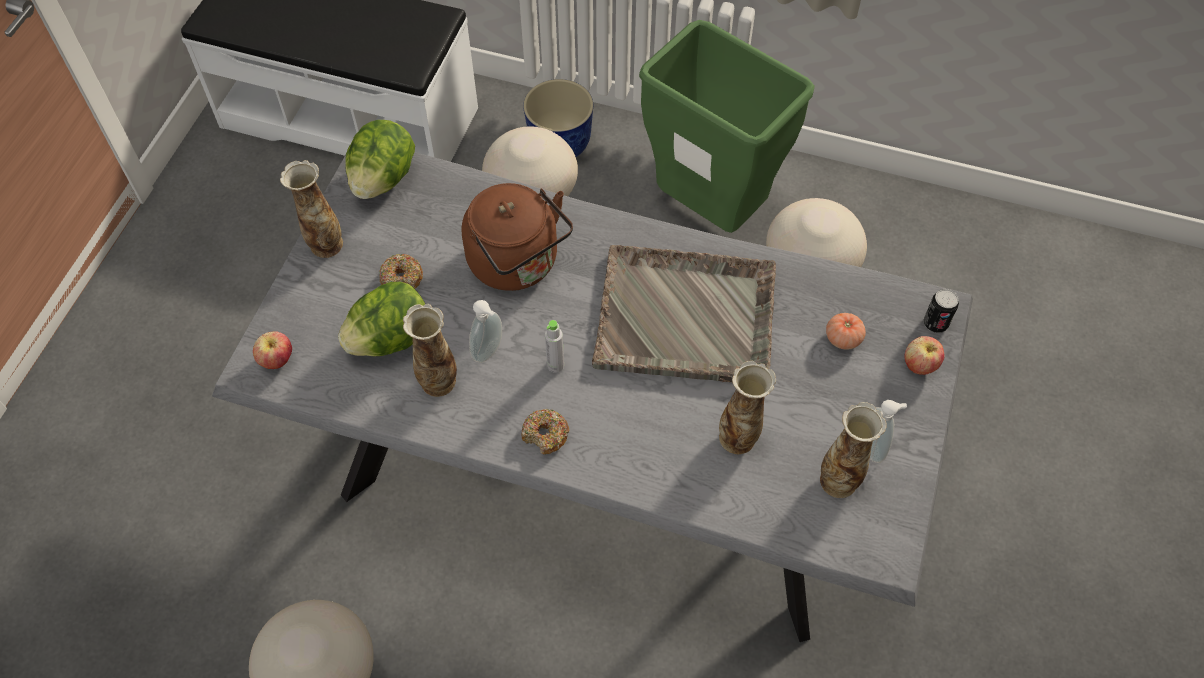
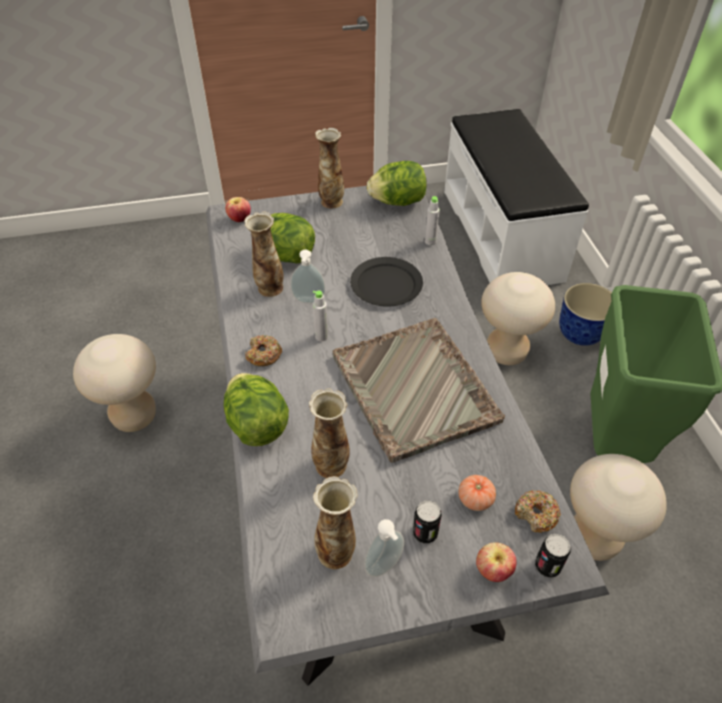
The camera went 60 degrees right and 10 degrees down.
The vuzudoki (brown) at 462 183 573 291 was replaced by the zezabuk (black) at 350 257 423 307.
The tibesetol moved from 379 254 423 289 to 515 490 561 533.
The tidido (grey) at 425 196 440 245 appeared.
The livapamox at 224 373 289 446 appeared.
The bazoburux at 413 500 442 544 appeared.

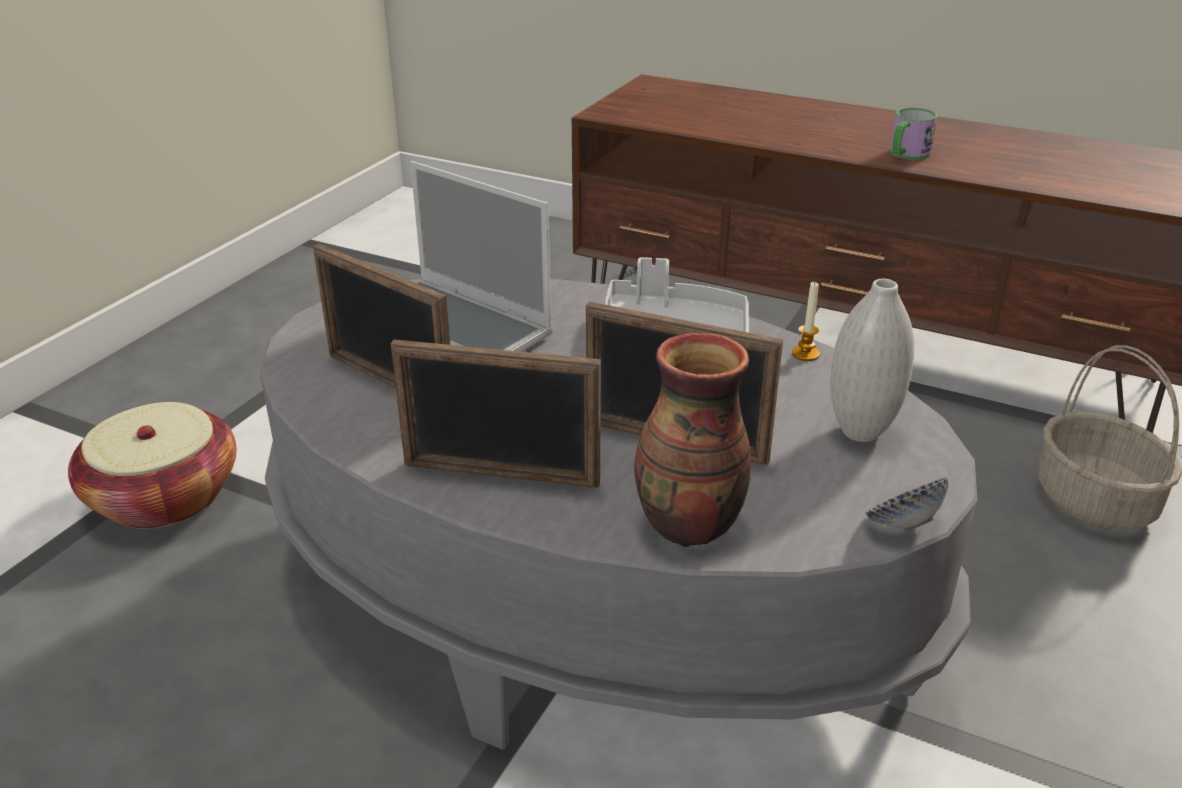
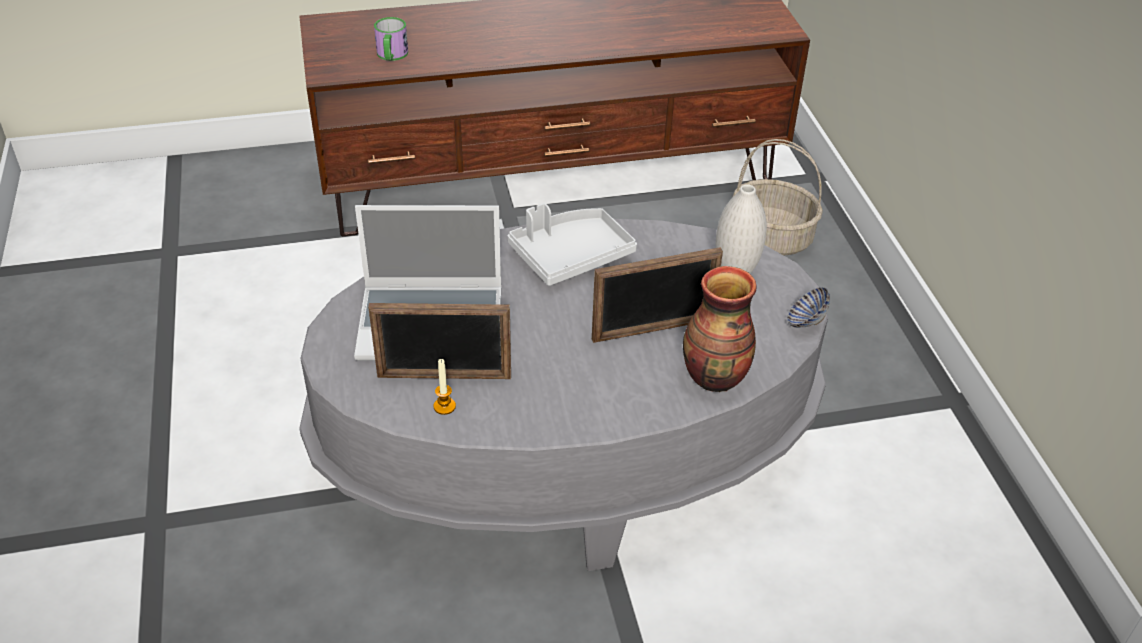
The camera went 40 degrees left and 10 degrees up.
The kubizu moved from 890 107 937 160 to 374 17 408 61.
The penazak moved from 792 282 820 361 to 433 359 456 415.
The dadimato at 391 339 601 488 disappeared.
The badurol at 68 402 236 529 disappeared.

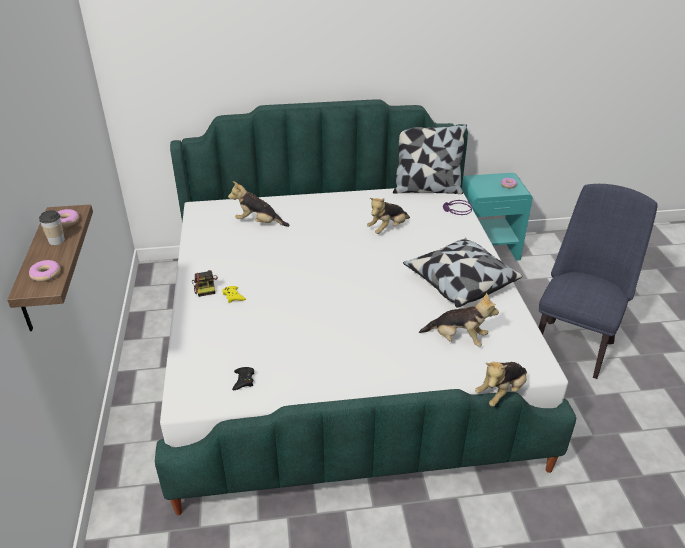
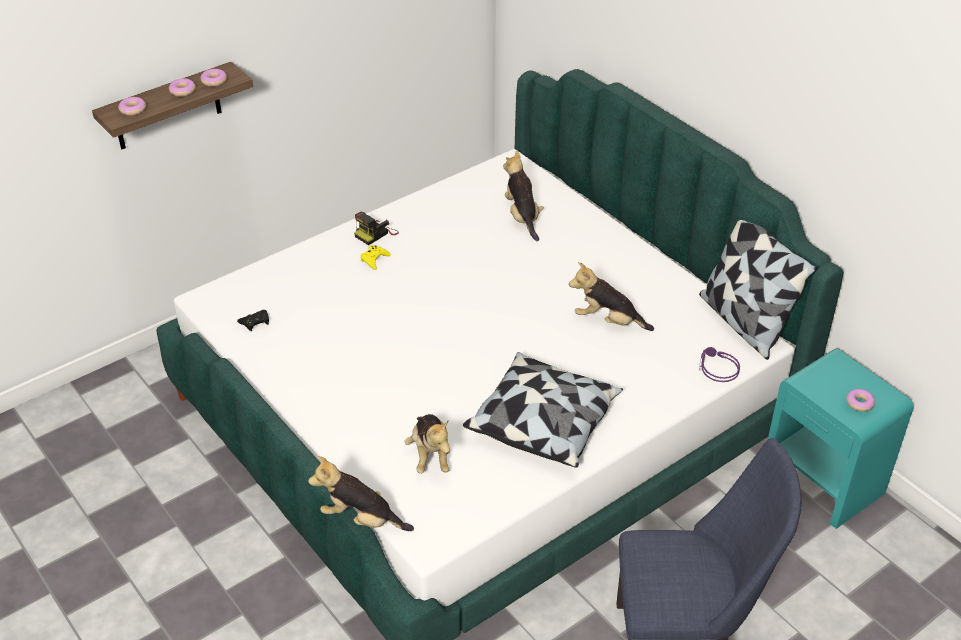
The camera went 60 degrees right and 5 degrees up.
The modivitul at 39 210 65 245 was replaced by the tibesetol at 169 78 196 97.

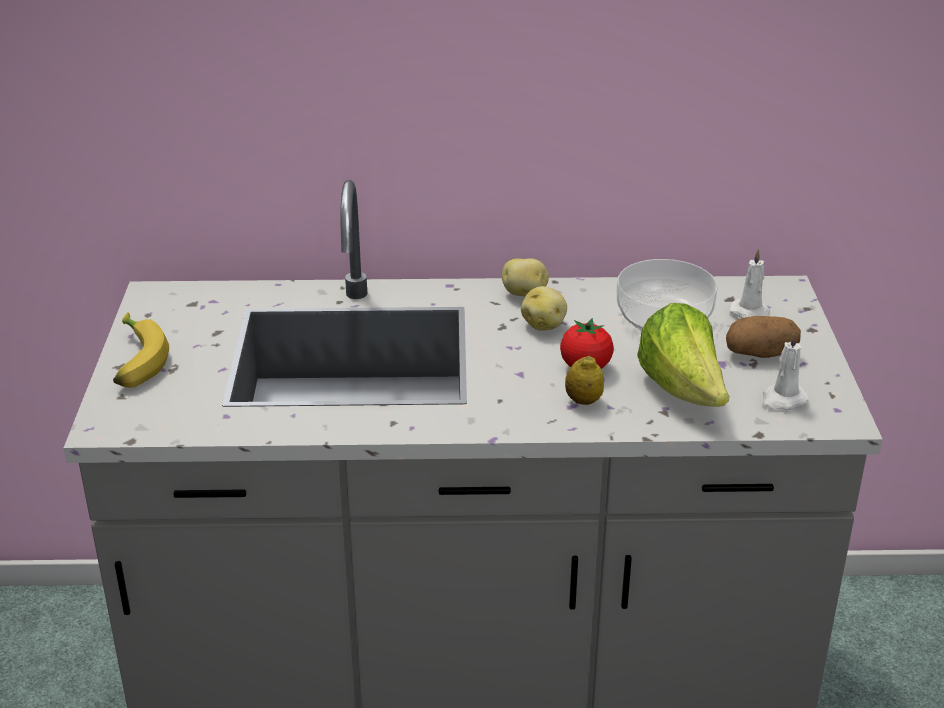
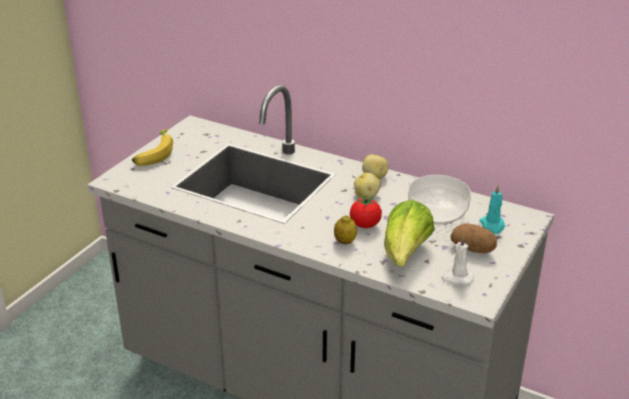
The camera went 30 degrees right and 0 degrees up.
The penazak (white) at 729 248 770 318 became the penazak (turquoise) at 480 185 505 234.

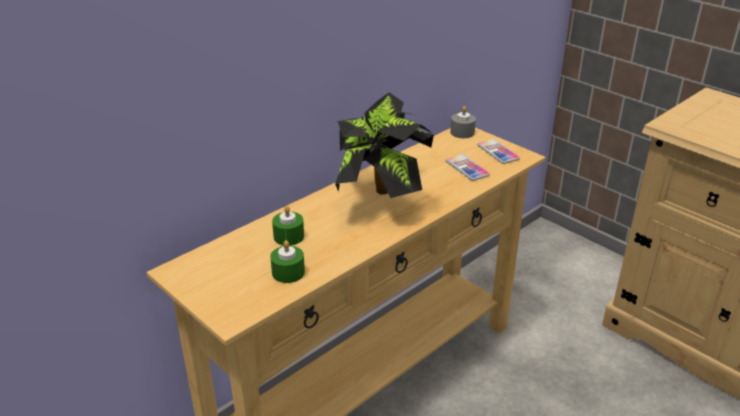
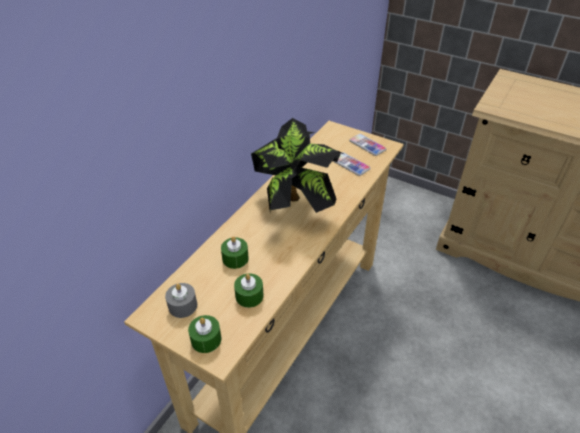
The camera went 15 degrees left and 10 degrees up.
The penazak (grey) moved from 450 106 476 138 to 165 283 197 318.
The penazak (green) at 188 315 221 353 appeared.

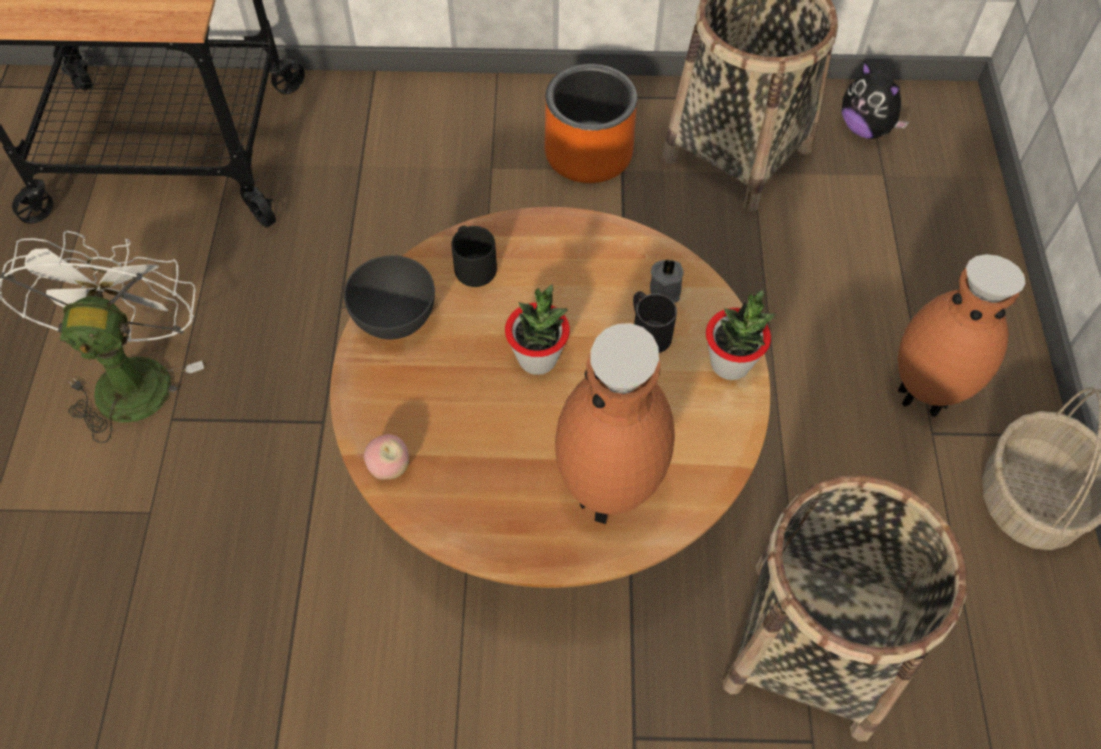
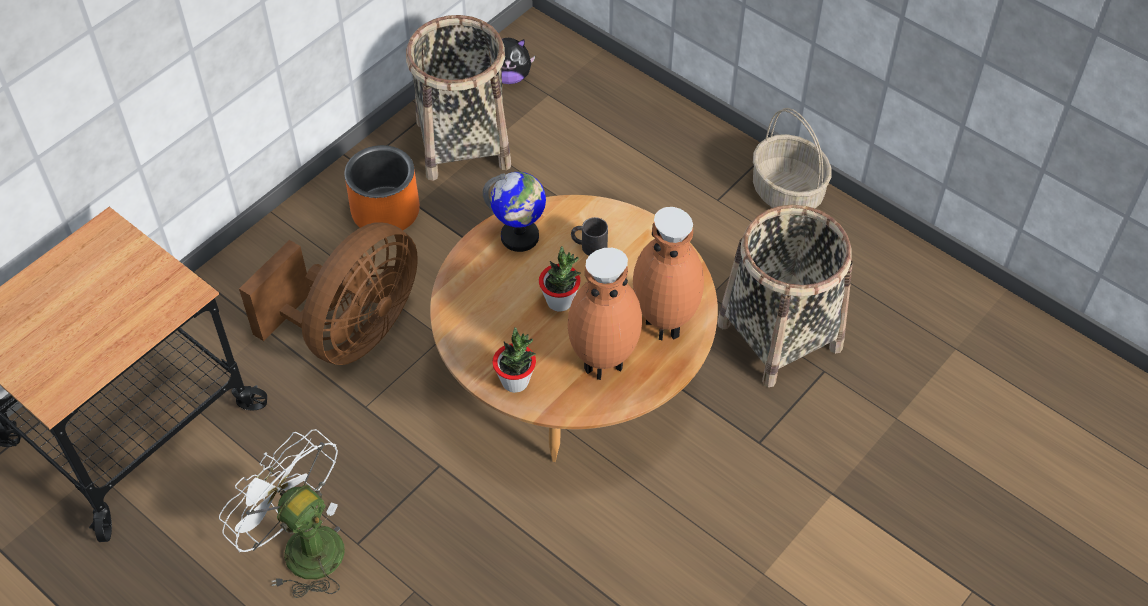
The camera went 50 degrees left and 5 degrees down.
The kubizu (black) at 452 226 497 287 disappeared.
The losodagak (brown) moved from 898 254 1026 417 to 568 248 642 380.
The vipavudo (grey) at 344 255 435 339 disappeared.
The penazak (grey) at 650 259 683 303 disappeared.
The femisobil moved from 706 290 777 380 to 492 327 536 393.
The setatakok at 364 434 409 480 disappeared.
The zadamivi at 483 172 546 252 appeared.
The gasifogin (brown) at 239 223 418 365 appeared.

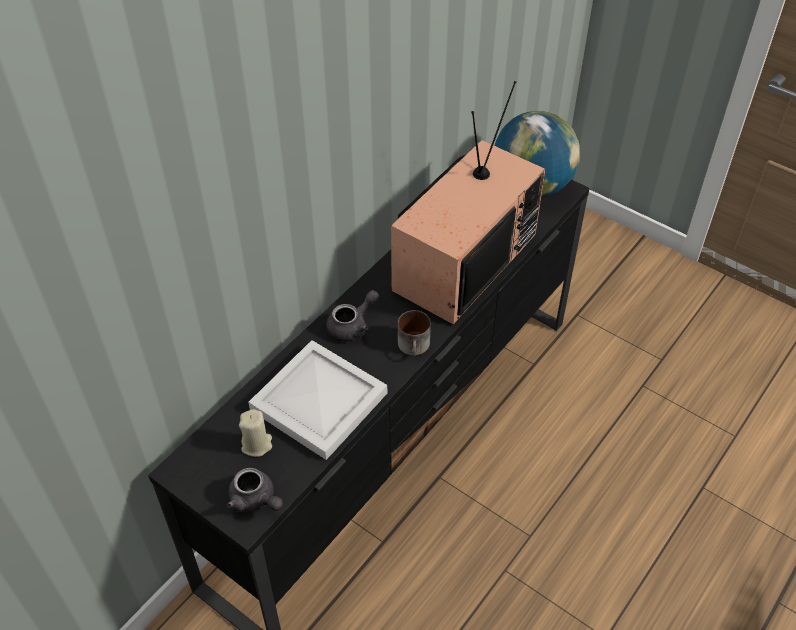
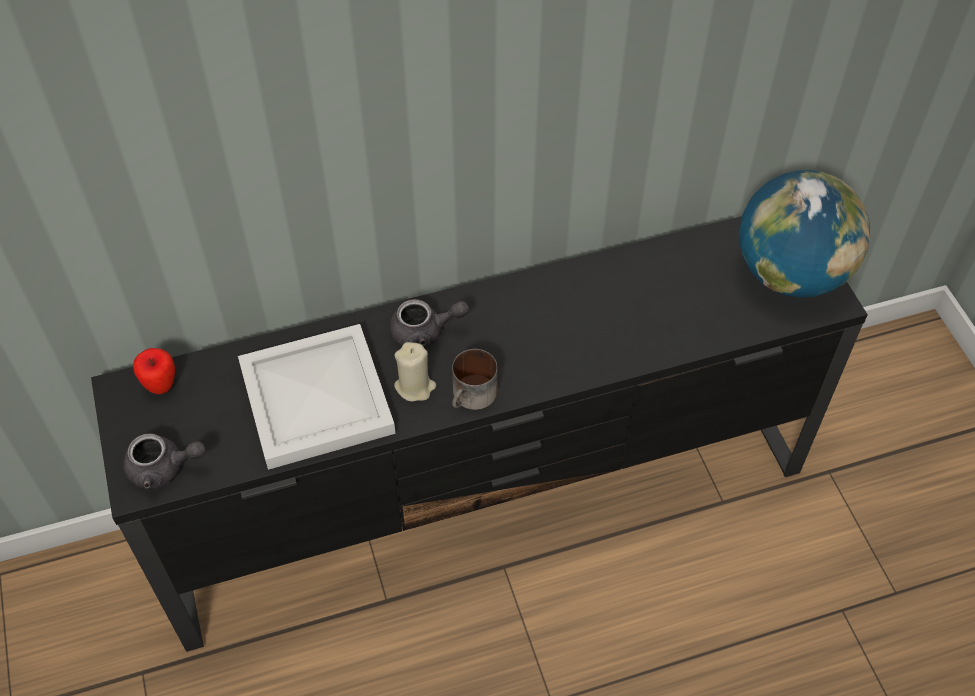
The camera went 35 degrees right and 5 degrees up.
The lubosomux at 391 81 545 325 disappeared.
The penazak (beige) moved from 239 409 272 457 to 394 342 436 401.
The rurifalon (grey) at 227 468 283 512 turned 75 degrees counterclockwise.
The setatakok at 133 348 175 394 appeared.

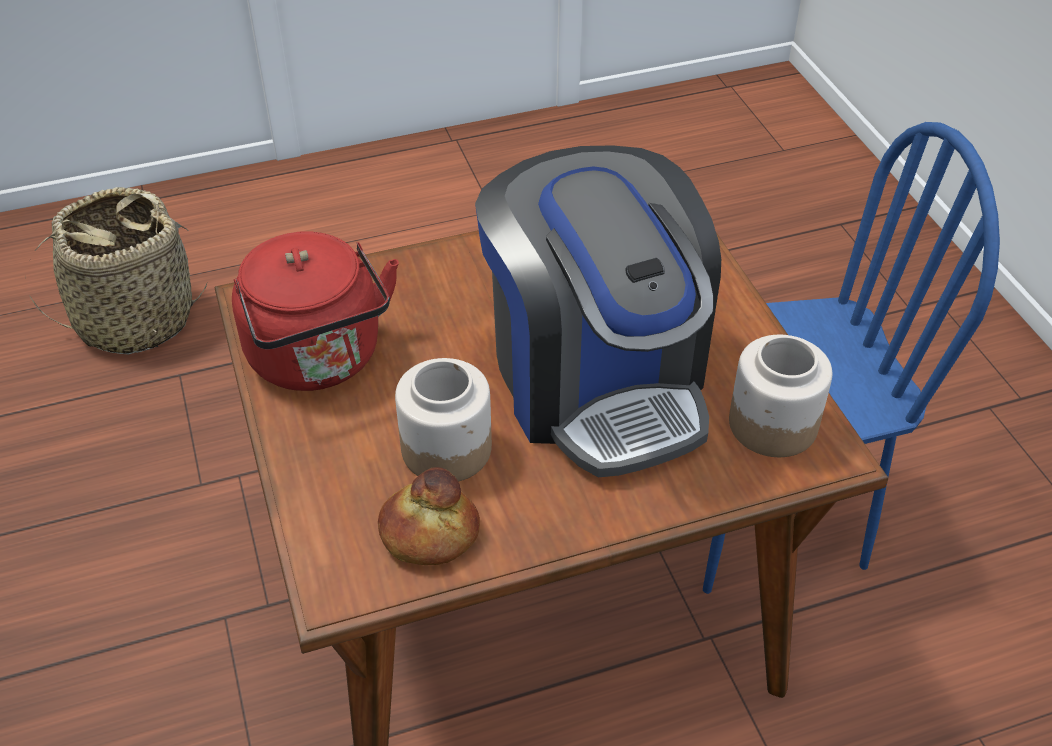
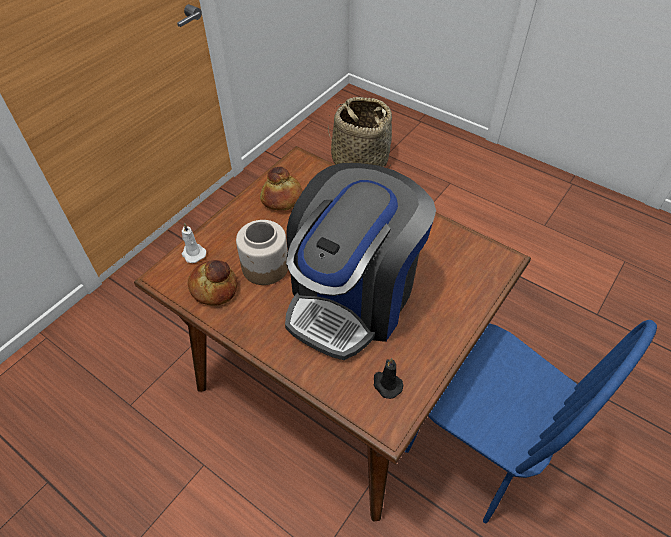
The camera went 55 degrees right and 5 degrees up.
The vuzudoki (red) at 232 231 399 391 was replaced by the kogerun at 260 167 303 210.
The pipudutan at 729 335 832 457 was replaced by the penazak (black) at 374 358 403 399.
The penazak (white) at 181 223 206 263 appeared.

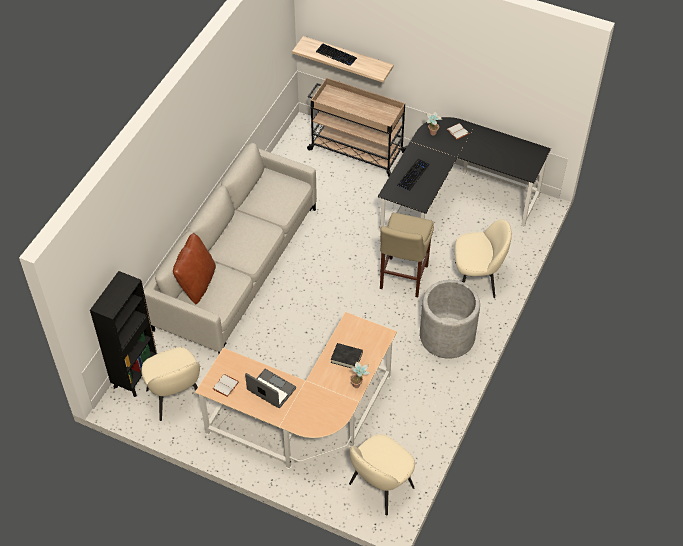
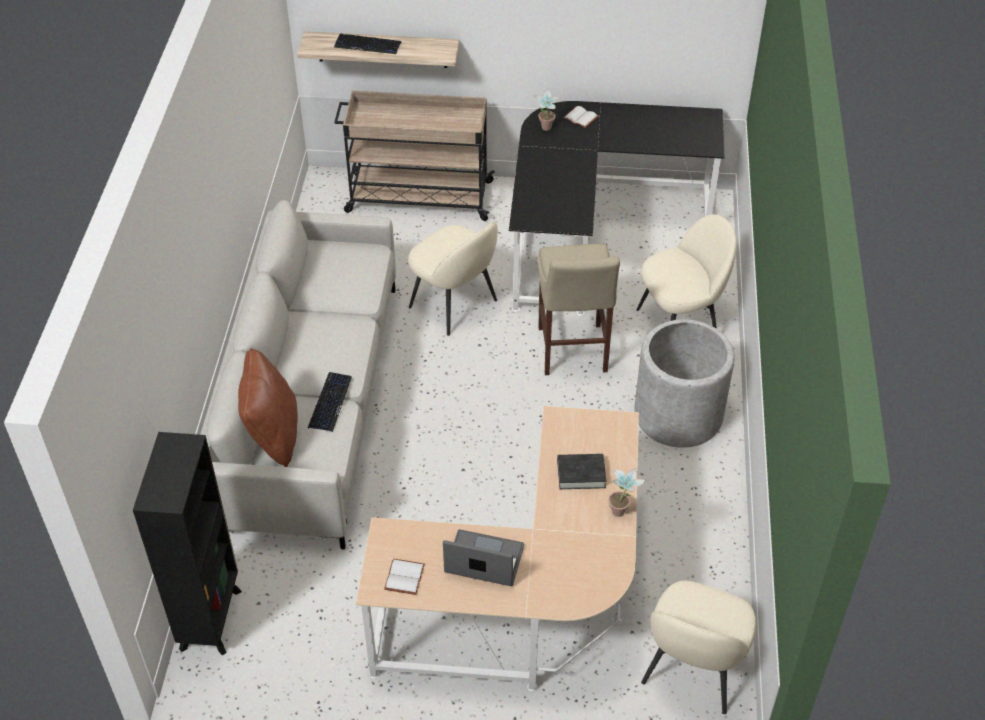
The camera went 20 degrees left and 5 degrees down.
The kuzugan moved from 397 159 430 191 to 308 372 352 432.
The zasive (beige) moved from 141 347 200 421 to 408 222 498 336.

